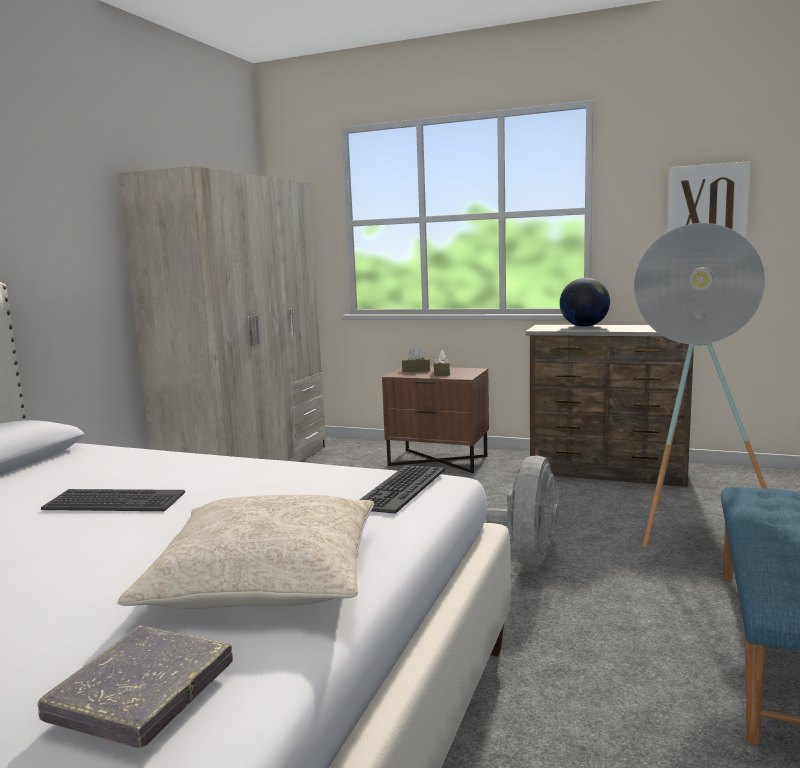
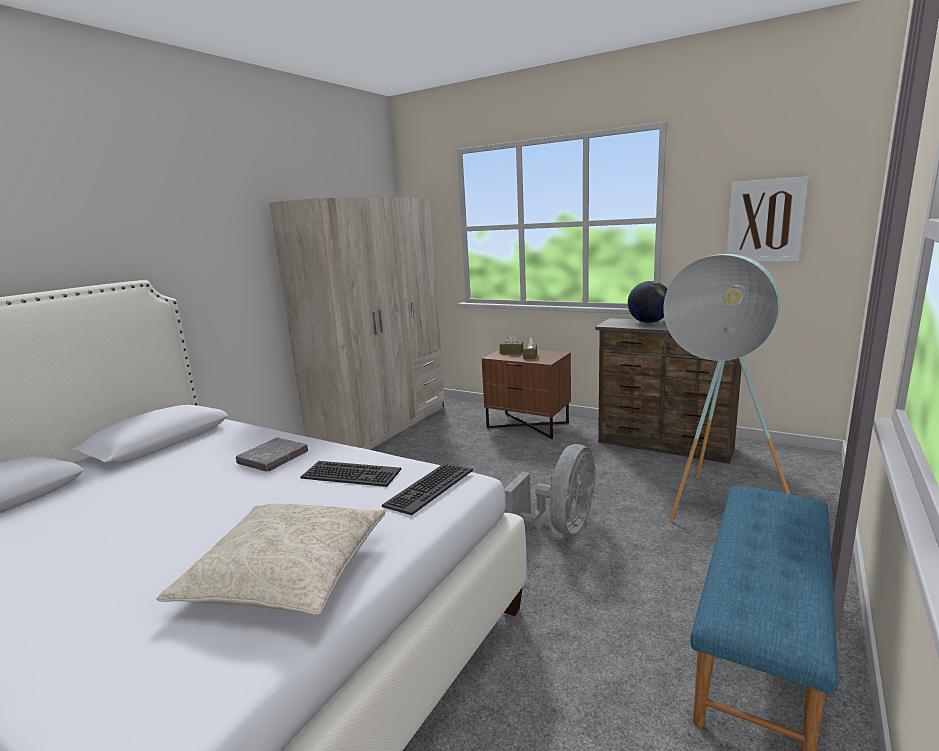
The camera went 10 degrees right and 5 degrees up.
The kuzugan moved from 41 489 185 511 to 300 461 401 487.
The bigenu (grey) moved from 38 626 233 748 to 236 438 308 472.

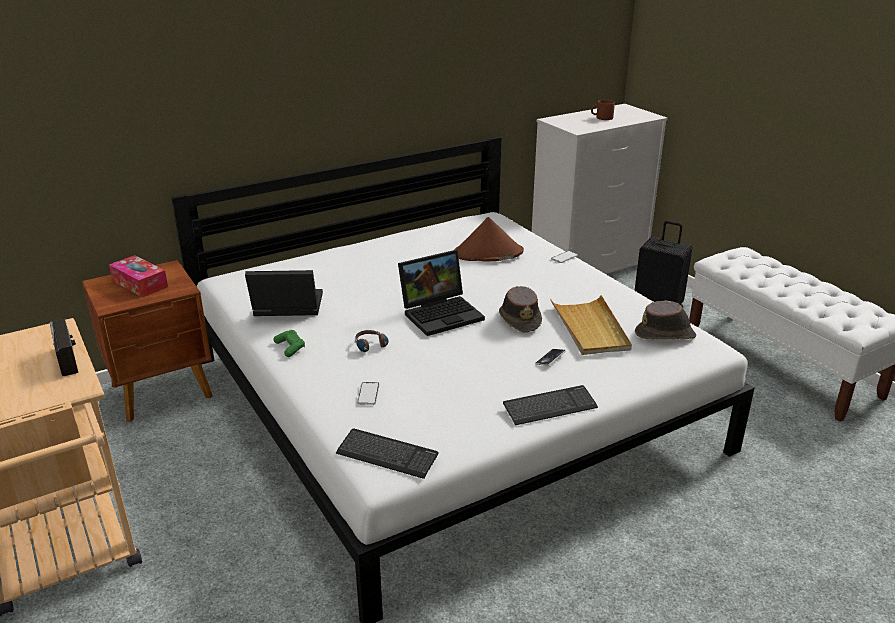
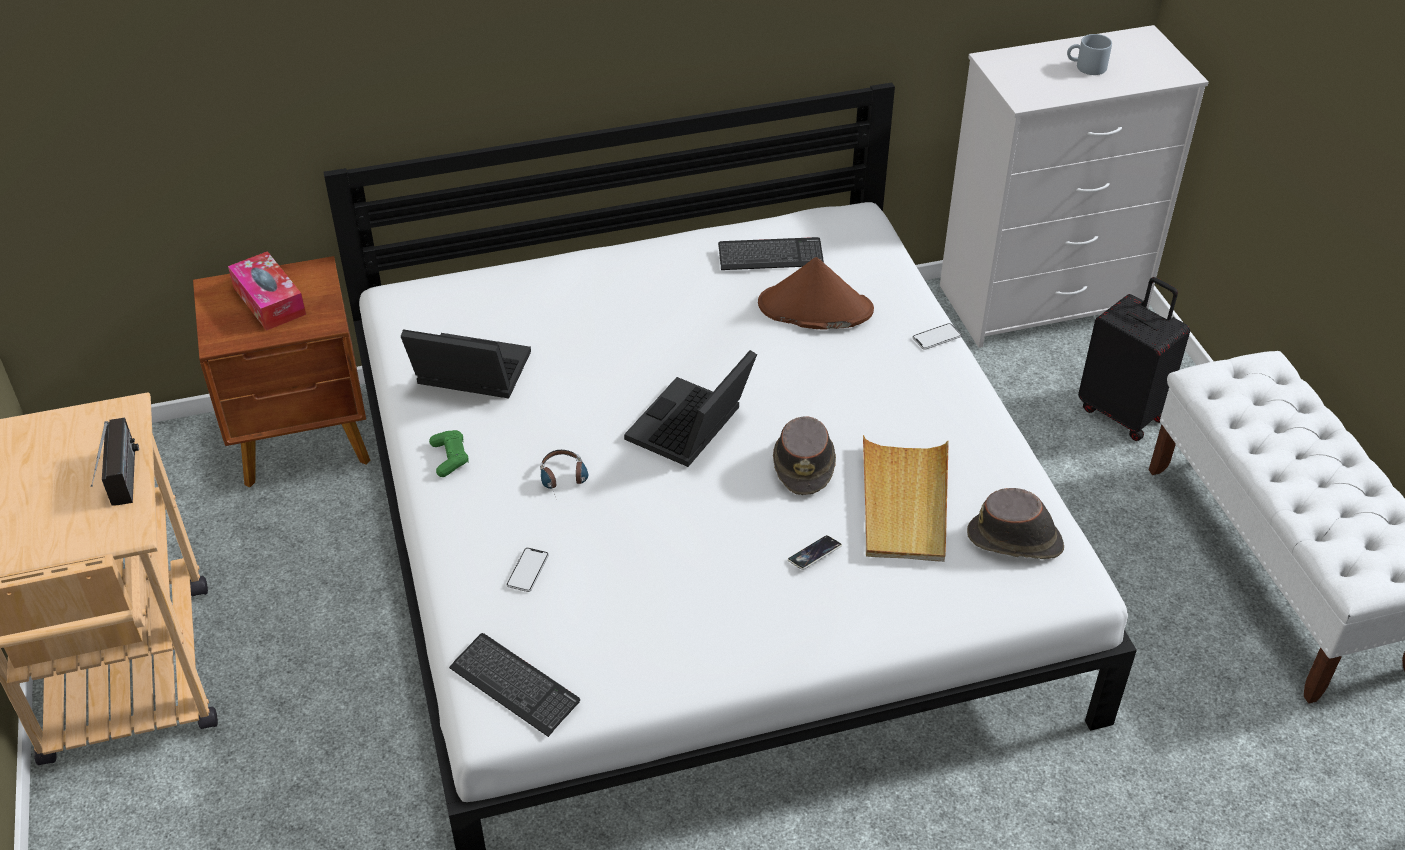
The camera went 15 degrees right and 15 degrees up.
The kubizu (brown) at 591 100 615 120 became the kubizu (grey) at 1067 34 1112 75.
The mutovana at 398 250 485 336 turned 135 degrees clockwise.
The kuzugan moved from 503 385 598 425 to 718 237 824 270.

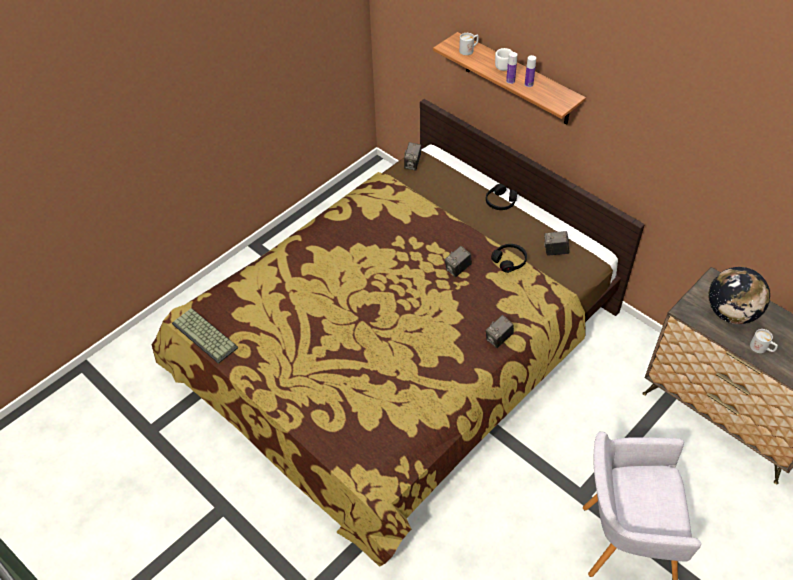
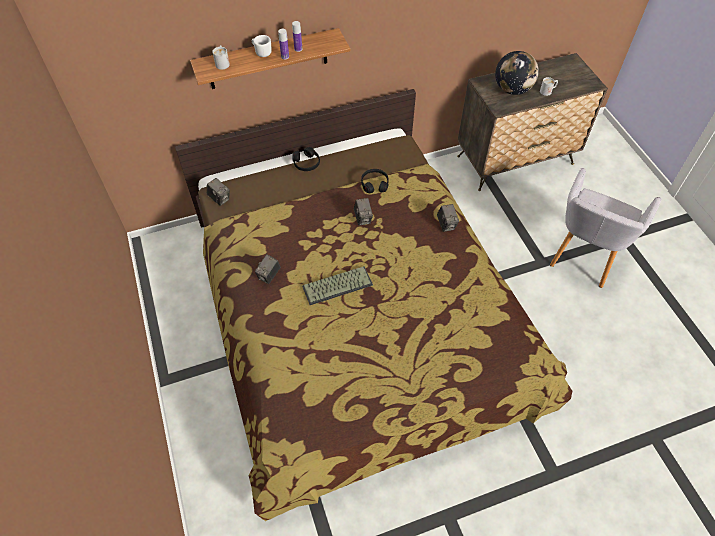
The camera went 65 degrees left and 5 degrees up.
The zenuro moved from 544 231 569 256 to 255 254 281 284.
The kuzugan moved from 172 309 238 364 to 302 266 373 305.

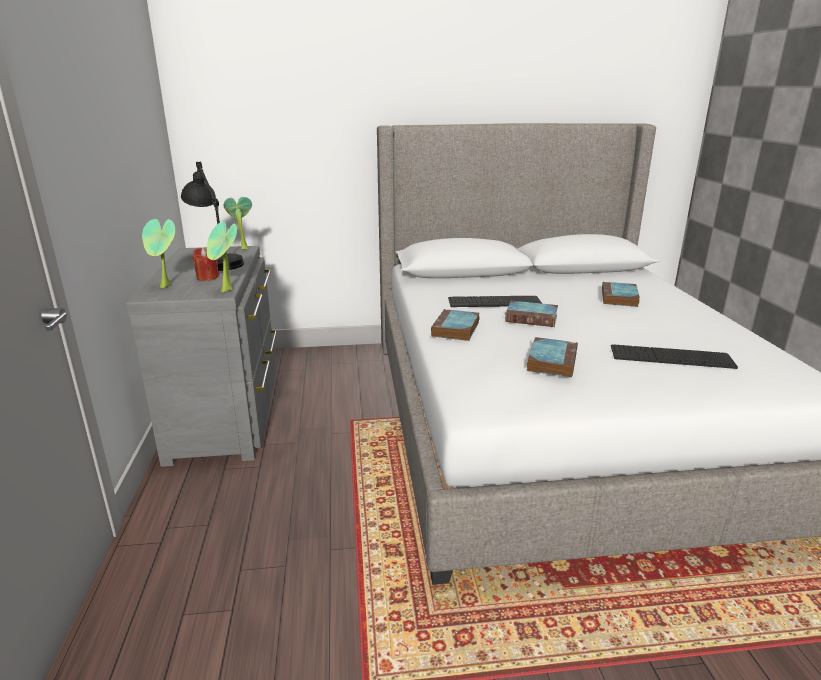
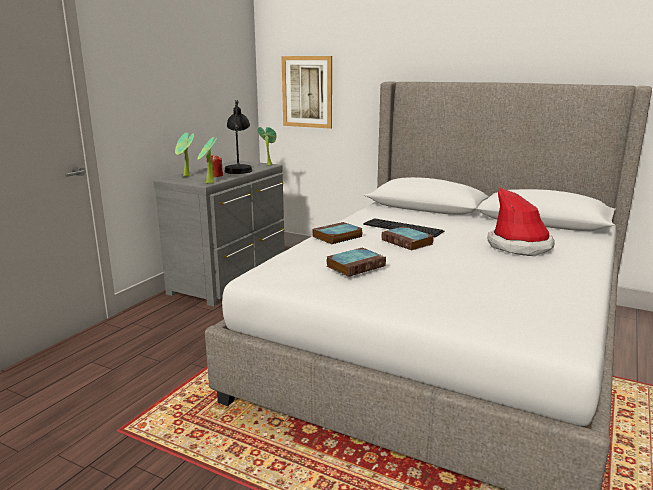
The camera went 35 degrees right and 5 degrees down.
The bigenu at 602 282 640 307 was replaced by the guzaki at 488 188 555 256.
The kuzugan at 611 345 738 369 disappeared.
The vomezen at 281 56 332 129 appeared.

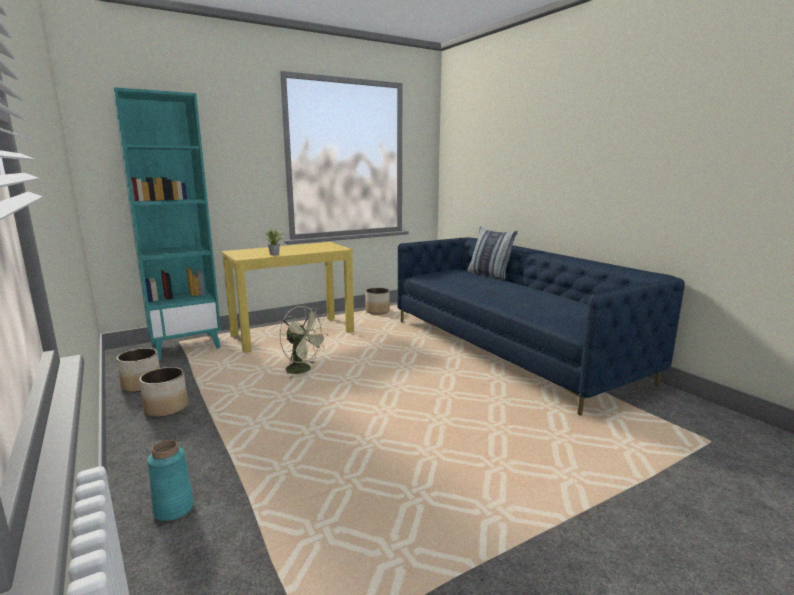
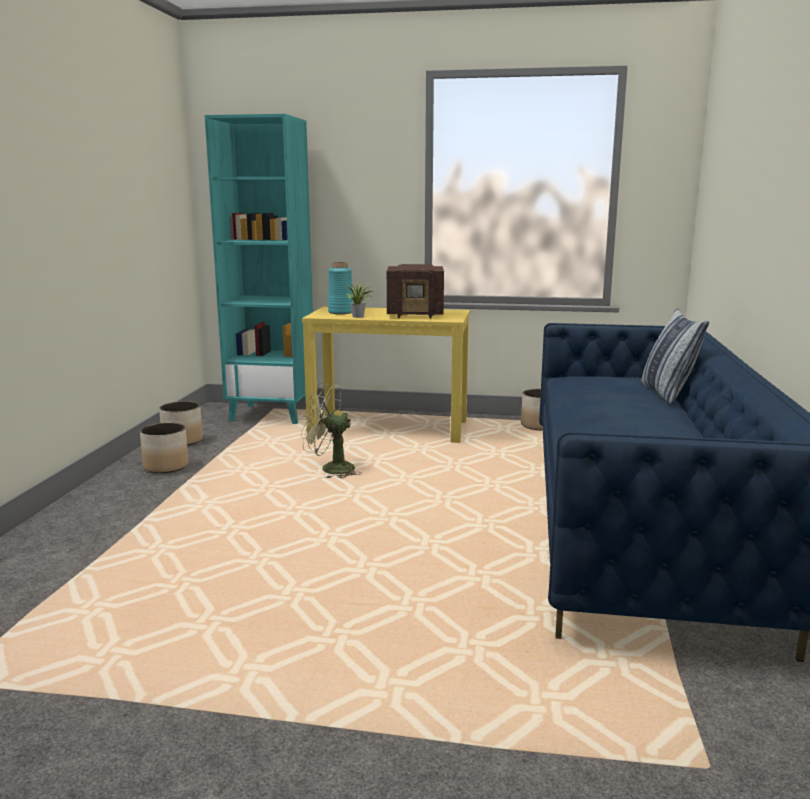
The camera went 40 degrees right and 0 degrees up.
The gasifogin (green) at 280 306 329 379 turned 120 degrees clockwise.
The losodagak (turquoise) moved from 147 440 194 521 to 328 262 353 314.
The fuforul at 387 264 444 318 appeared.

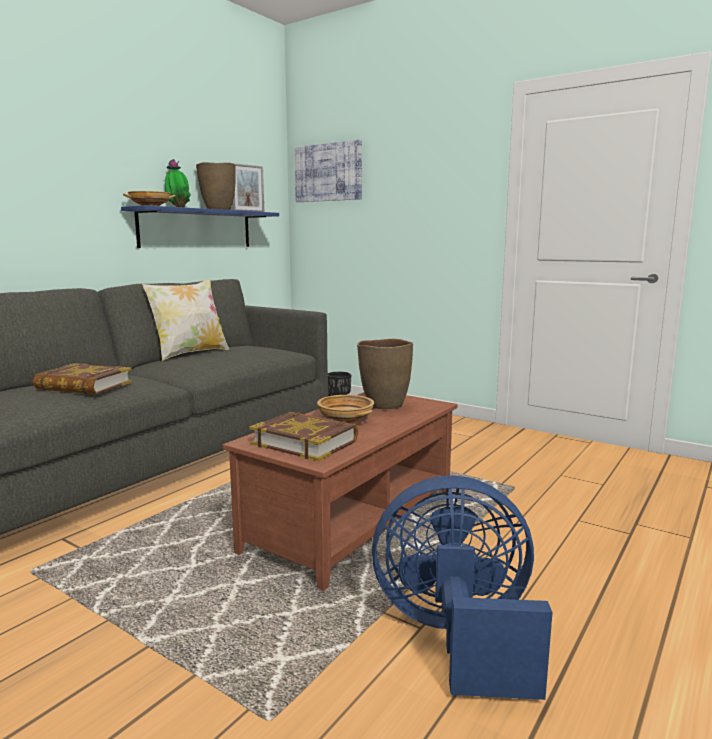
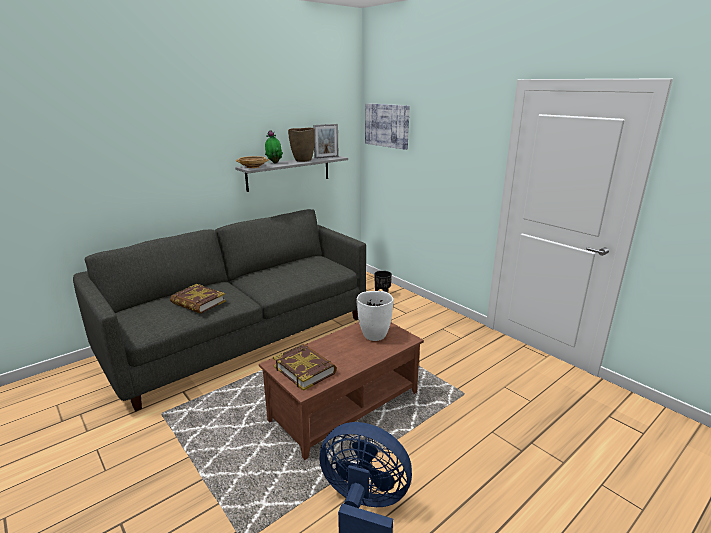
The camera went 15 degrees right and 10 degrees up.
The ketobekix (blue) at 121 205 279 248 became the ketobekix (grey) at 235 156 348 192.
The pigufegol at 142 279 229 361 disappeared.
The losodagak (brown) at 357 339 413 409 became the losodagak (white) at 357 291 393 341.
The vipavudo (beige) at 317 395 374 424 disappeared.

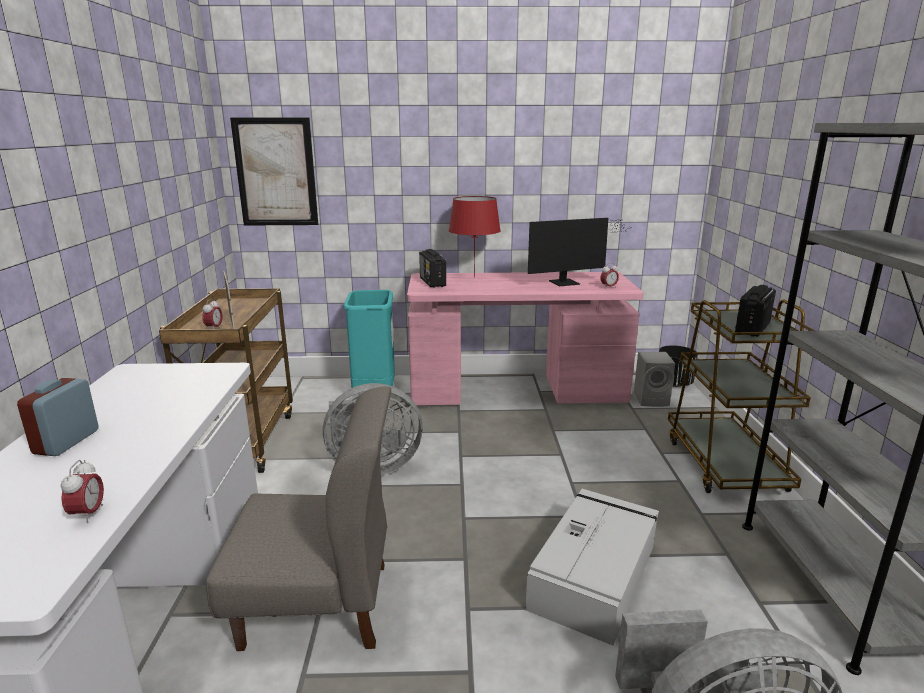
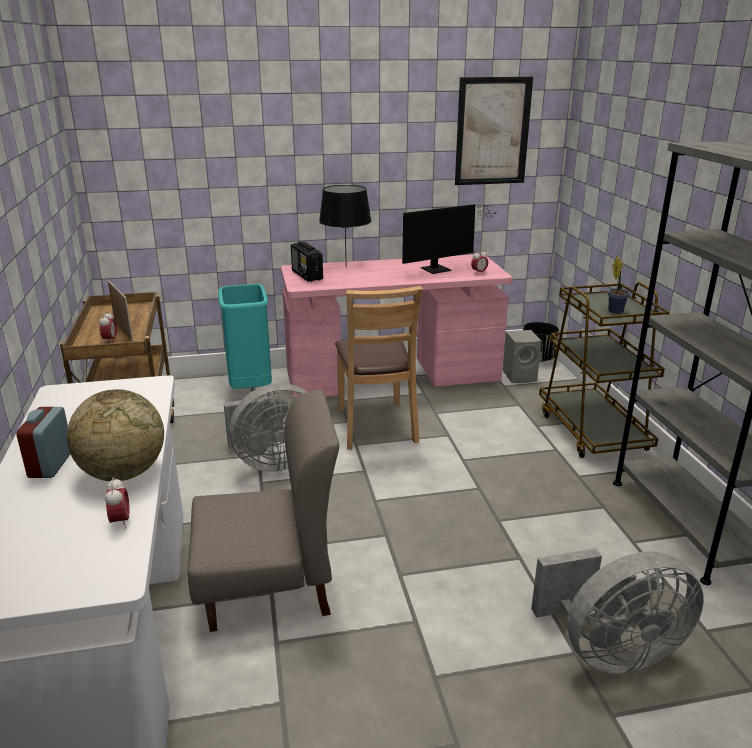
The camera went 10 degrees left and 5 degrees up.
The vomezen moved from 230 117 318 225 to 455 77 533 185.
The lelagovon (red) at 449 196 501 277 became the lelagovon (black) at 319 185 371 252.
The fuforul at 735 285 776 337 was replaced by the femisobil at 608 255 630 314.
The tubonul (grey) at 526 489 659 646 disappeared.
The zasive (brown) at 335 286 423 450 appeared.
The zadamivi at 67 389 164 481 appeared.

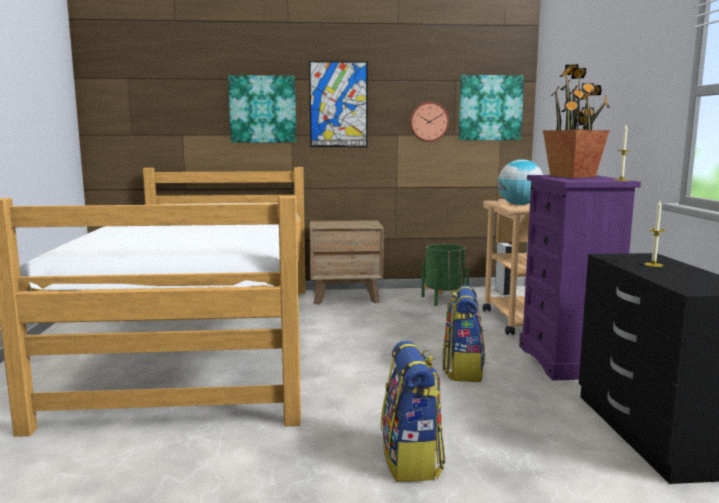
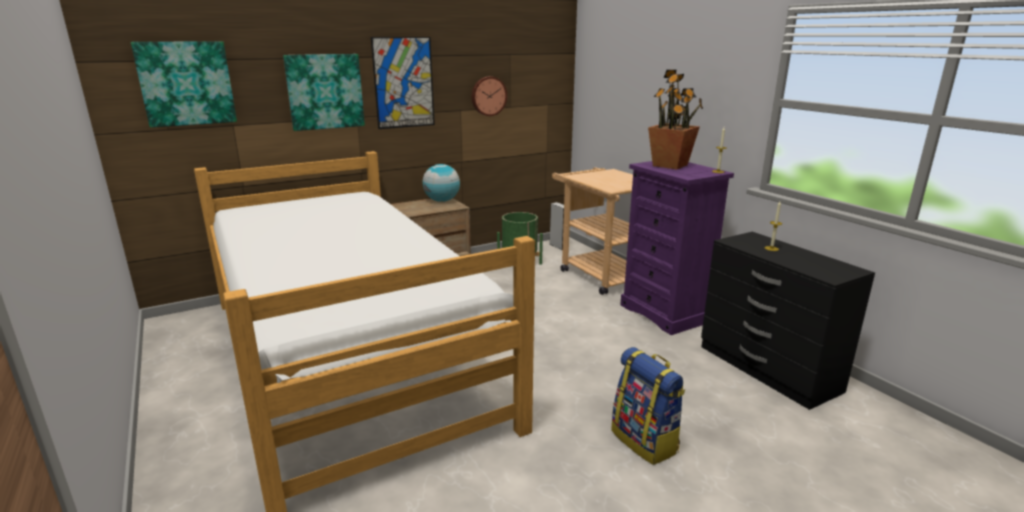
The camera went 25 degrees left and 10 degrees up.
The vomezen moved from 459 75 524 140 to 131 41 237 127.
The zadamivi moved from 498 159 543 205 to 423 164 460 202.
The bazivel at 442 285 485 382 disappeared.

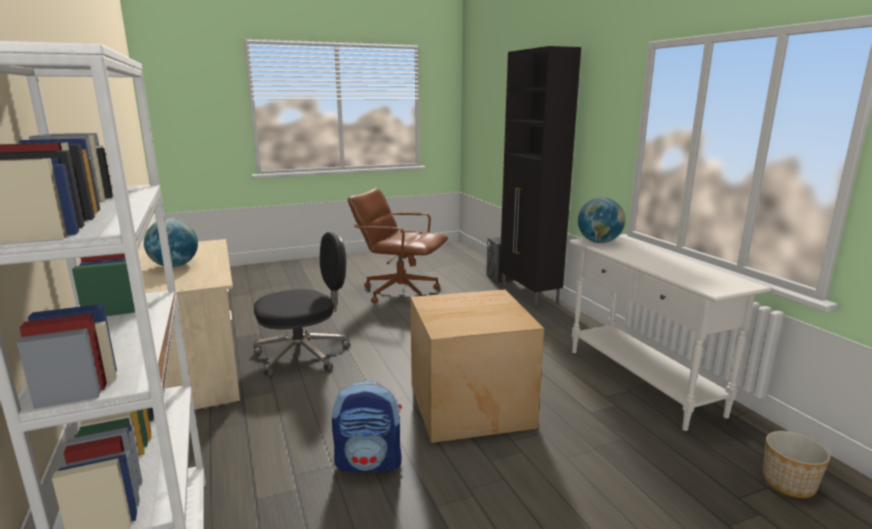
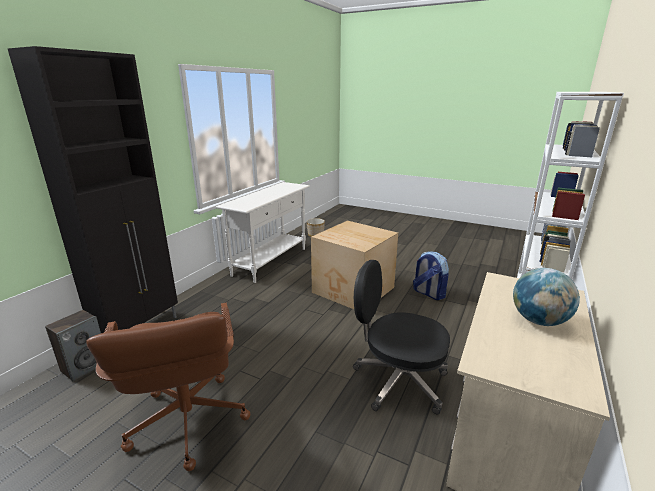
The camera went 130 degrees left and 5 degrees up.
The zadamivi at 578 197 625 243 disappeared.

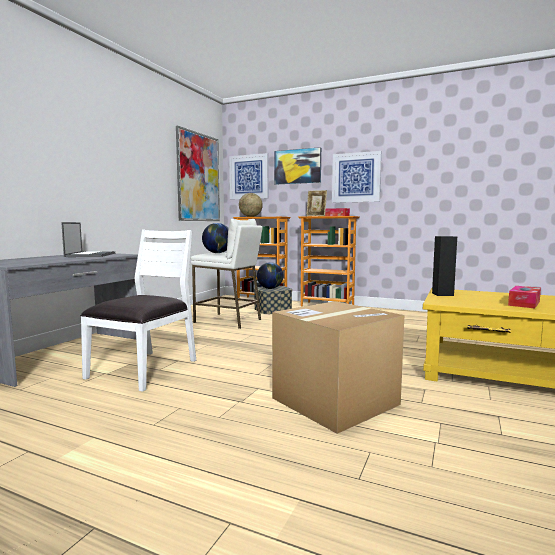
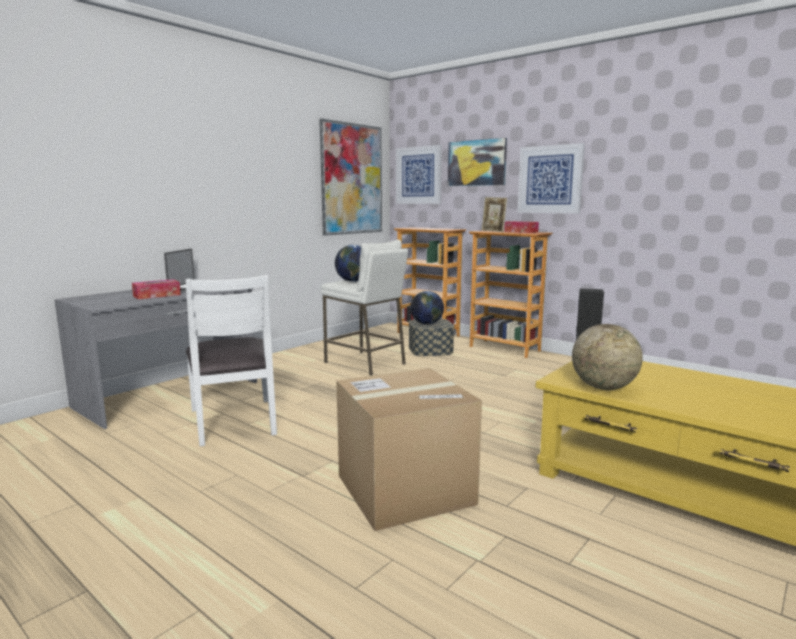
The camera went 15 degrees right and 5 degrees up.
The zadamivi moved from 239 193 263 217 to 572 324 643 390.
The zasive (white) at 80 230 196 392 turned 120 degrees clockwise.
The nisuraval moved from 508 286 541 308 to 132 279 181 299.

